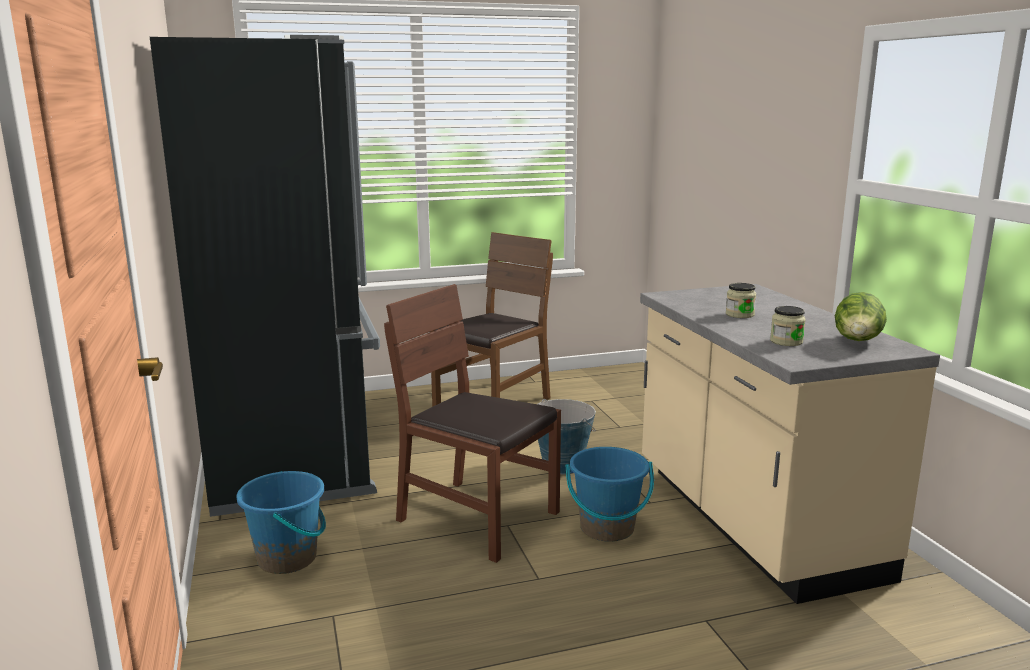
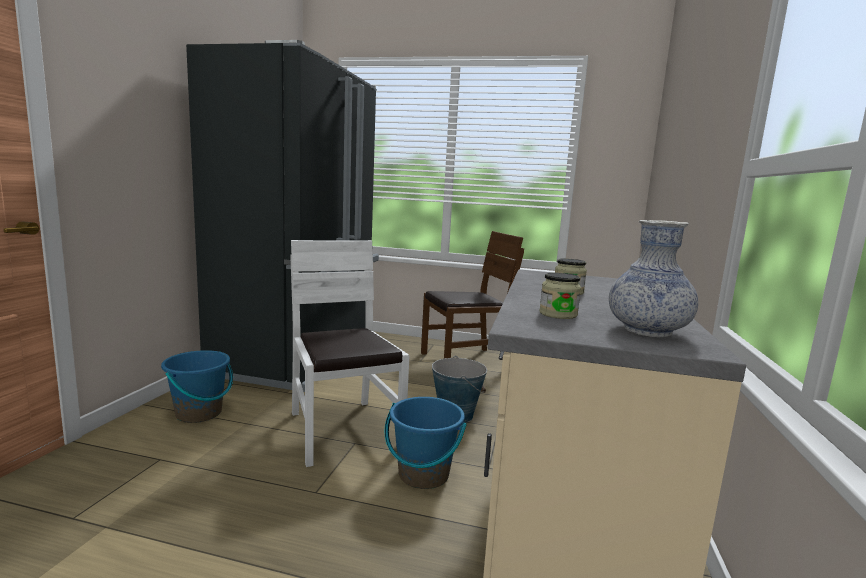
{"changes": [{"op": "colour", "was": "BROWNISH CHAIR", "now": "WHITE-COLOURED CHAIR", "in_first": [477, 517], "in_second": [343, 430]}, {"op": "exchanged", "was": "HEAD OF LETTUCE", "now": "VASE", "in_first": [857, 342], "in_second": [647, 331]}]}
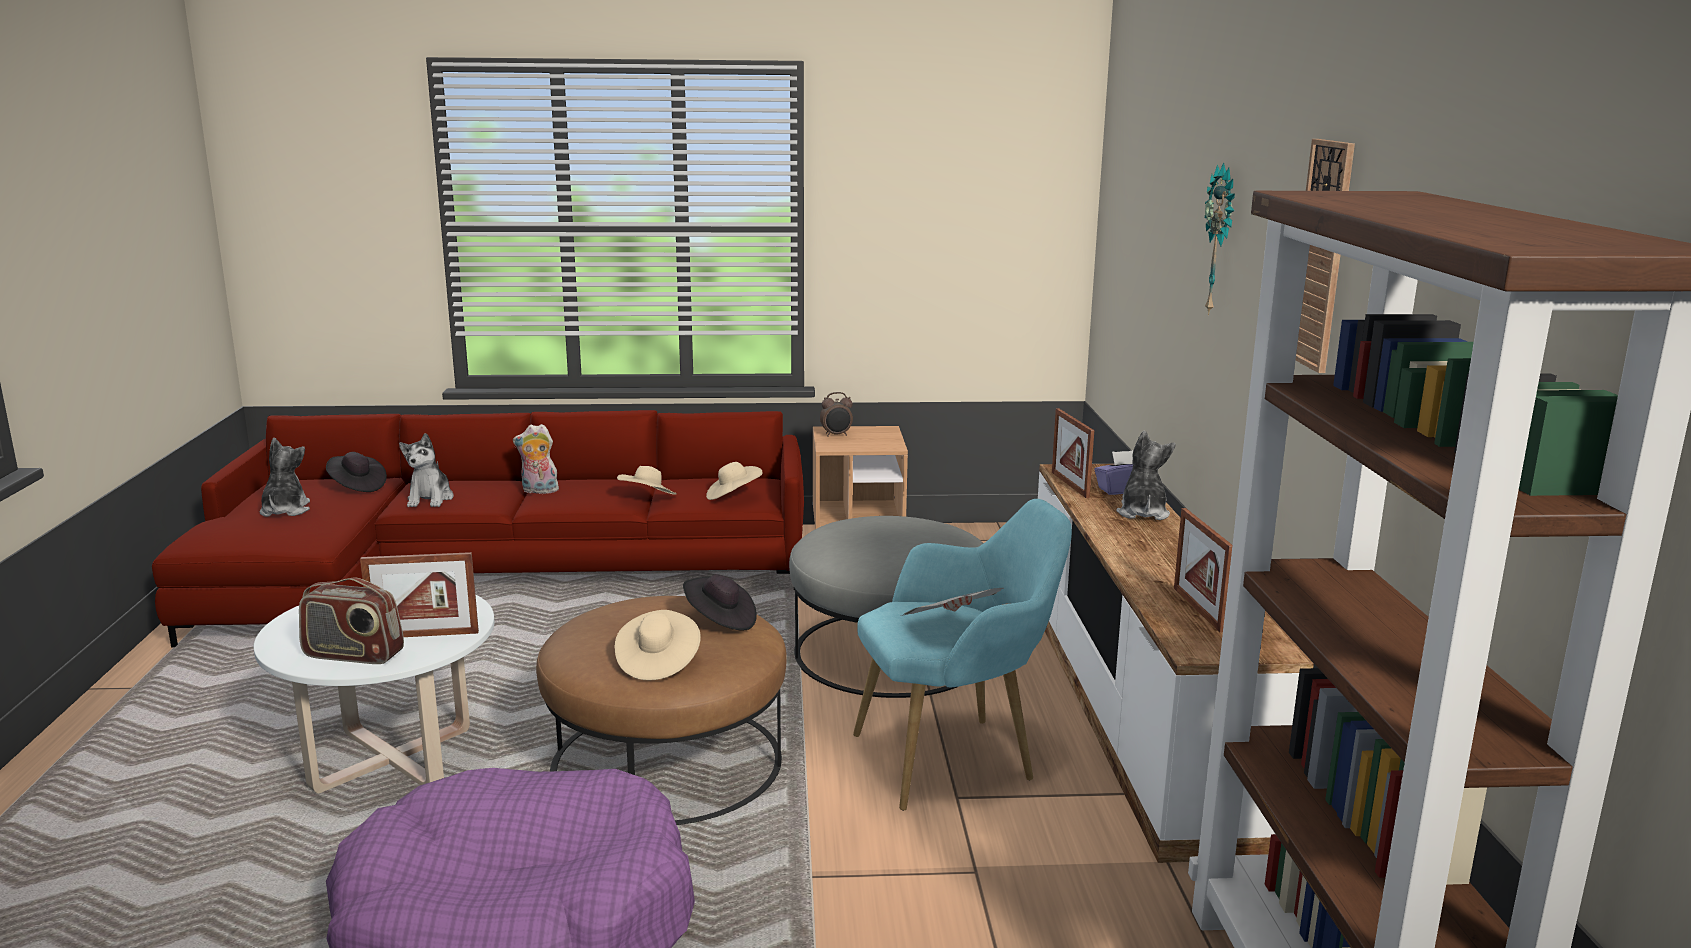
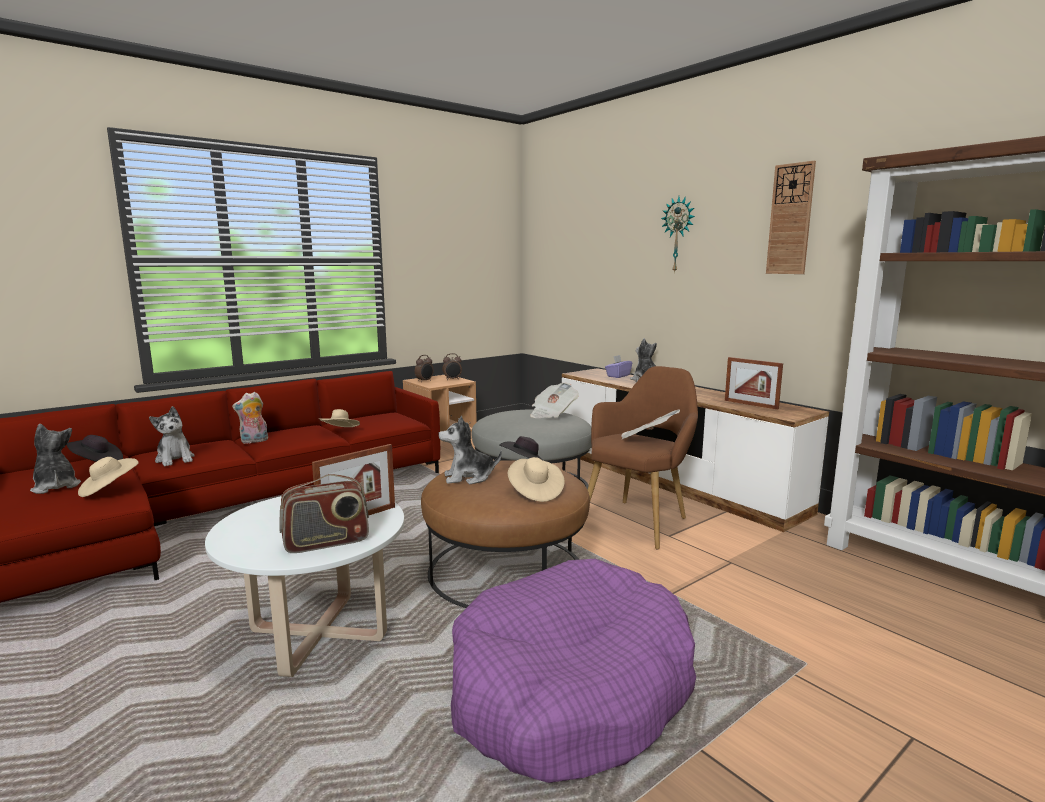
{"changes": [{"op": "relocated", "was": "BEIGE-COLOURED HAT", "in_first": [733, 496], "in_second": [109, 489]}, {"op": "appeared", "now": "CUDDLY TOY", "in_second": [468, 477]}, {"op": "appeared", "now": "TABLE CLOCK", "in_second": [452, 379]}, {"op": "appeared", "now": "NEWSPAPER", "in_second": [552, 414]}, {"op": "colour", "was": "TURQUOISE EASY CHAIR", "now": "BROWNISH EASY CHAIR", "in_first": [955, 759], "in_second": [640, 520]}, {"op": "missing", "was": "PHOTO FRAME", "in_first": [1070, 484]}]}
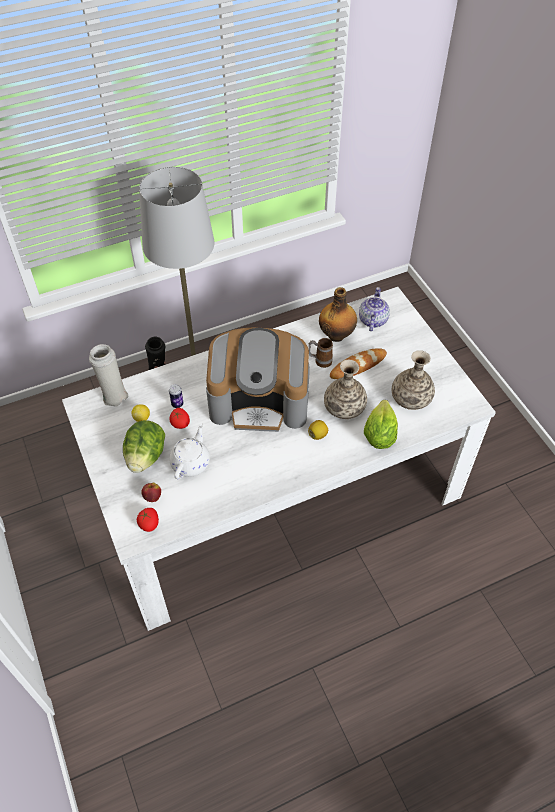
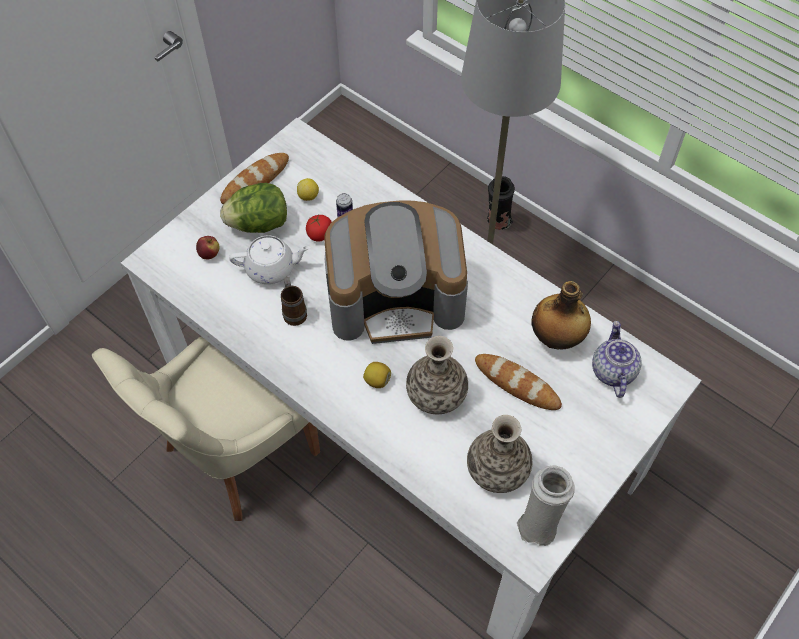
{"changes": [{"op": "appeared", "now": "BEIGE-COLOURED CHAIR", "in_second": [236, 453]}, {"op": "appeared", "now": "BAKED BREAD", "in_second": [255, 181]}, {"op": "relocated", "was": "TEA MUG", "in_first": [320, 361], "in_second": [294, 311]}, {"op": "spun", "was": "COFFEE MACHINE", "in_first": [260, 400], "in_second": [396, 298], "clockwise": -75}, {"op": "relocated", "was": "WHITE-COLOURED VASE", "in_first": [113, 395], "in_second": [539, 523]}, {"op": "spun", "was": "TEAPOT", "in_first": [372, 320], "in_second": [612, 371], "clockwise": -75}, {"op": "missing", "was": "TOMATO", "in_first": [149, 524]}, {"op": "missing", "was": "HEAD OF LETTUCE", "in_first": [379, 435]}]}
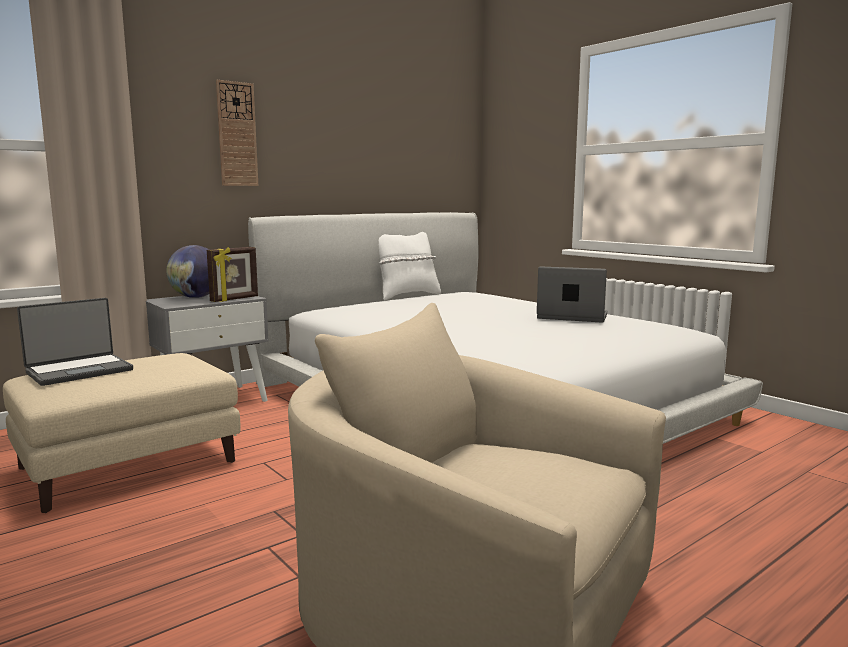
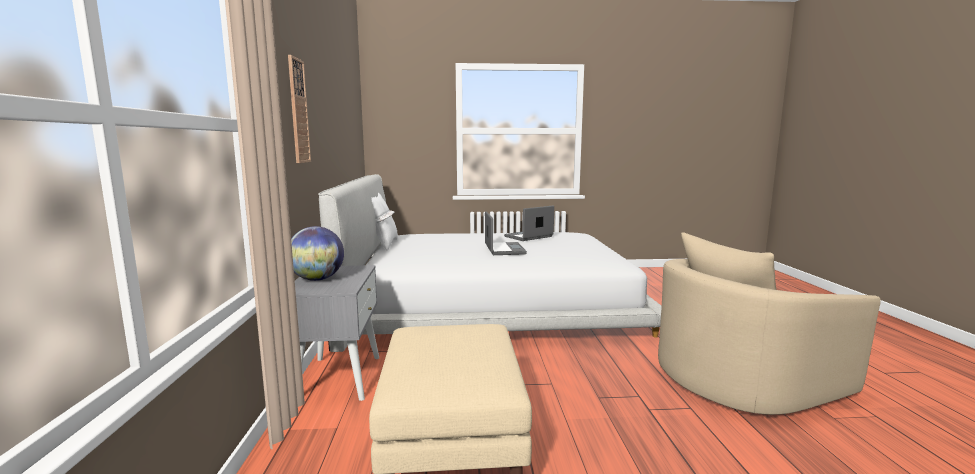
{"changes": [{"op": "relocated", "was": "LAPTOP", "in_first": [79, 371], "in_second": [503, 250]}, {"op": "missing", "was": "PHOTO FRAME", "in_first": [235, 299]}]}
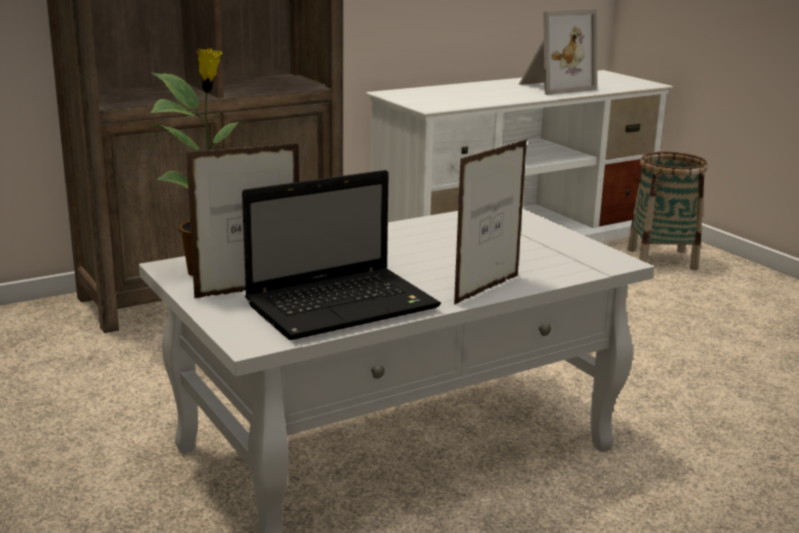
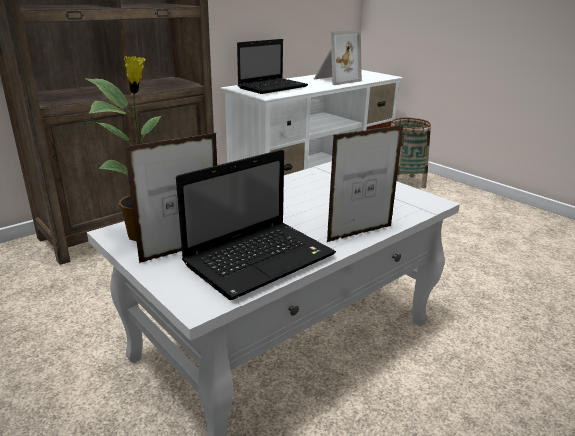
{"changes": [{"op": "appeared", "now": "LAPTOP", "in_second": [273, 87]}, {"op": "spun", "was": "PHOTO FRAME", "in_first": [487, 289], "in_second": [359, 234], "clockwise": -150}]}
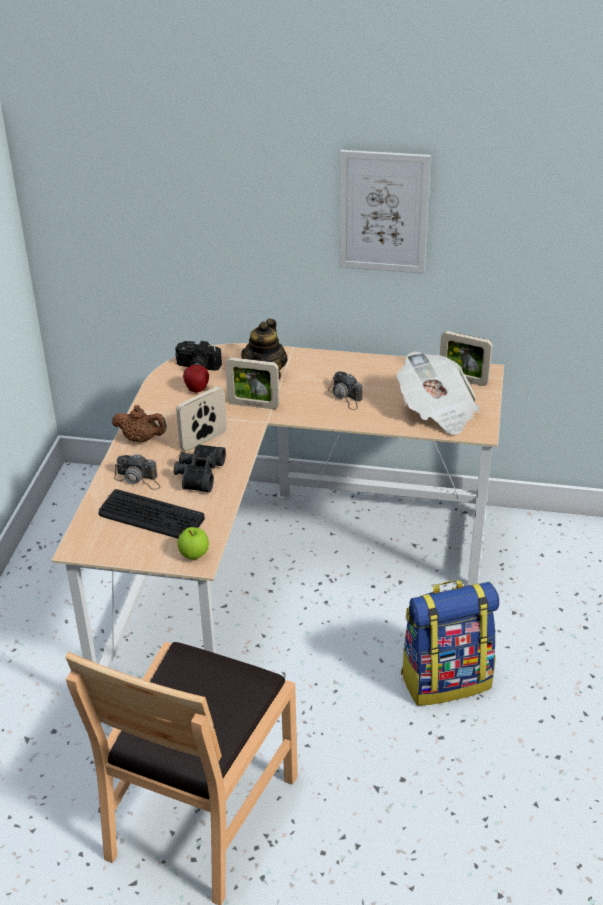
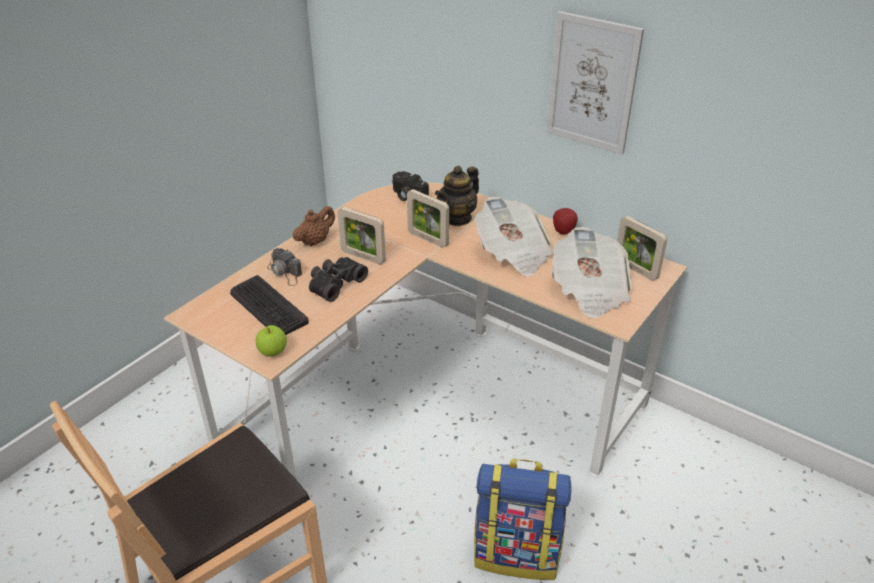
{"changes": [{"op": "spun", "was": "BROWNISH TEAPOT", "in_first": [141, 439], "in_second": [315, 241], "clockwise": -90}, {"op": "spun", "was": "PHOTO FRAME", "in_first": [203, 440], "in_second": [363, 257], "clockwise": -135}, {"op": "exchanged", "was": "PHOTO CAMERA", "now": "NEWSPAPER", "in_first": [345, 396], "in_second": [513, 254]}, {"op": "relocated", "was": "APPLE FRUIT", "in_first": [197, 390], "in_second": [563, 232]}]}
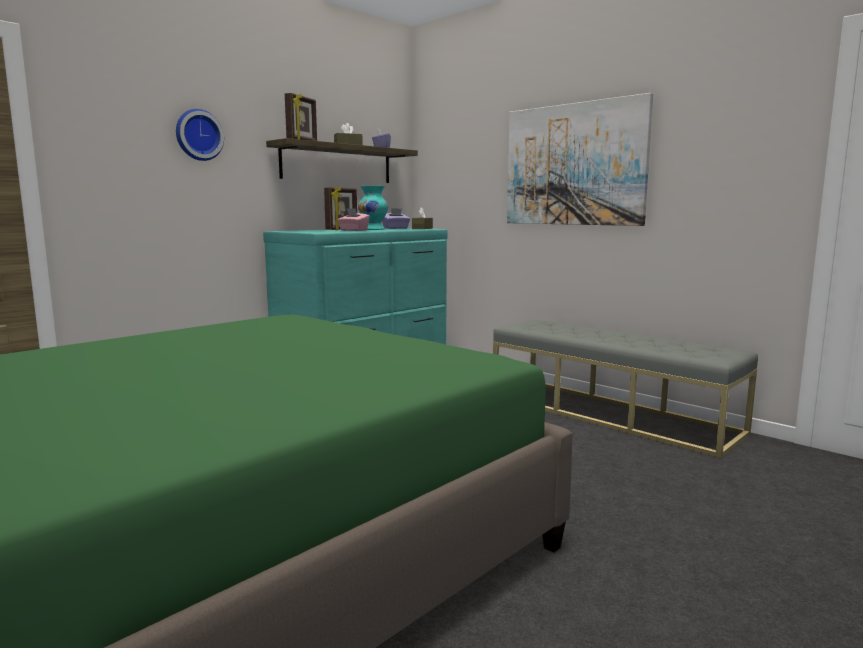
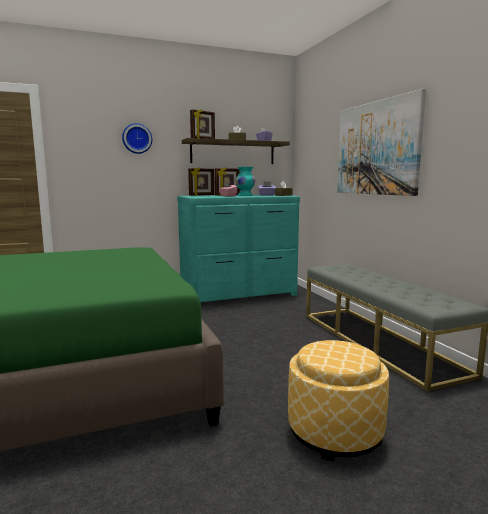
{"changes": [{"op": "appeared", "now": "PHOTO FRAME", "in_second": [202, 195]}, {"op": "appeared", "now": "OTTOMAN", "in_second": [335, 432]}]}
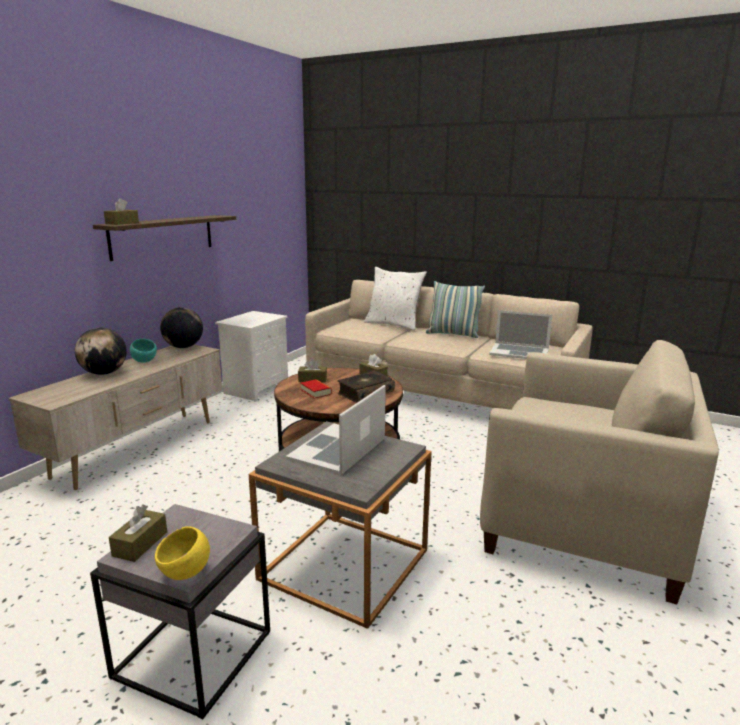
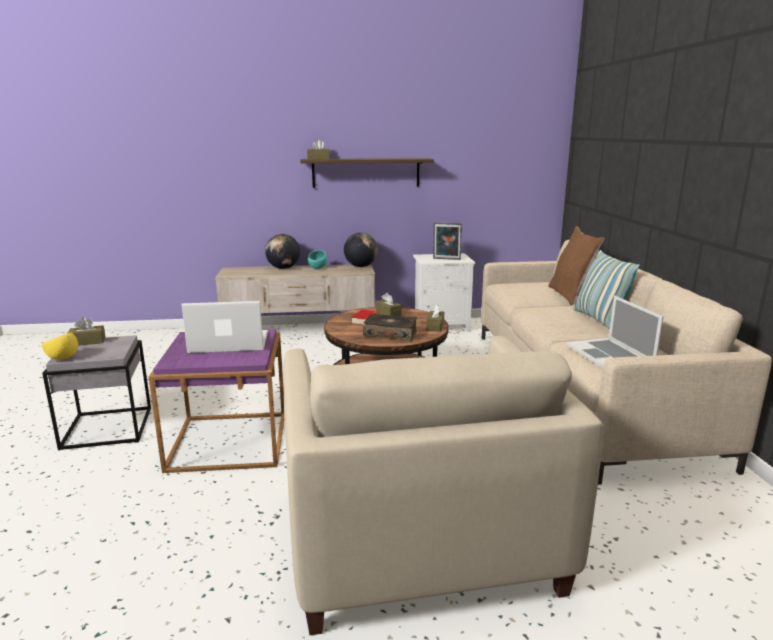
{"changes": [{"op": "colour", "was": "GRAY END TABLE", "now": "PURPLISH END TABLE", "in_first": [344, 564], "in_second": [229, 441]}, {"op": "appeared", "now": "PHOTO FRAME", "in_second": [446, 259]}, {"op": "colour", "was": "WHITE-COLOURED PILLOW", "now": "BROWNISH PILLOW", "in_first": [394, 324], "in_second": [570, 295]}]}
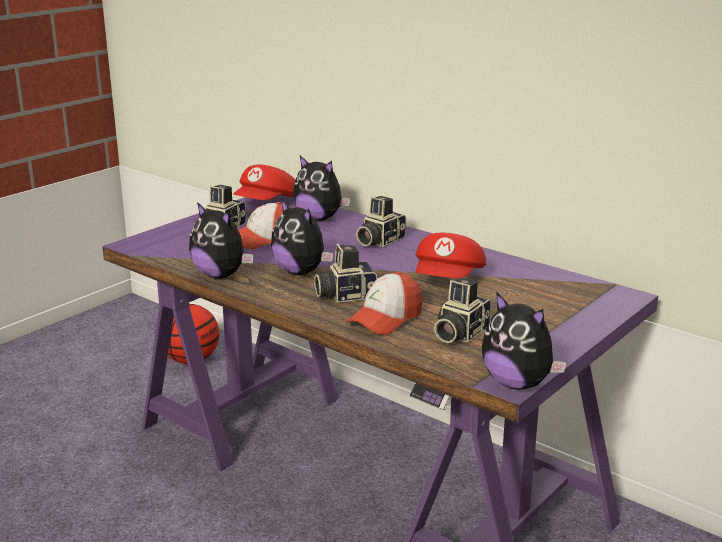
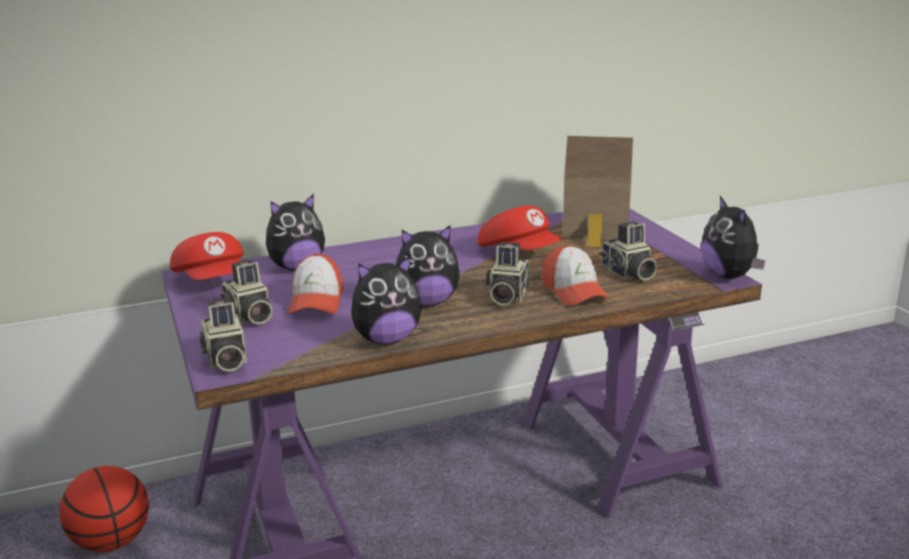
{"changes": [{"op": "relocated", "was": "PHOTO CAMERA", "in_first": [379, 241], "in_second": [225, 359]}, {"op": "appeared", "now": "TOY HOUSE", "in_second": [596, 230]}, {"op": "spun", "was": "CUDDLY TOY", "in_first": [517, 383], "in_second": [730, 276], "clockwise": 90}]}
